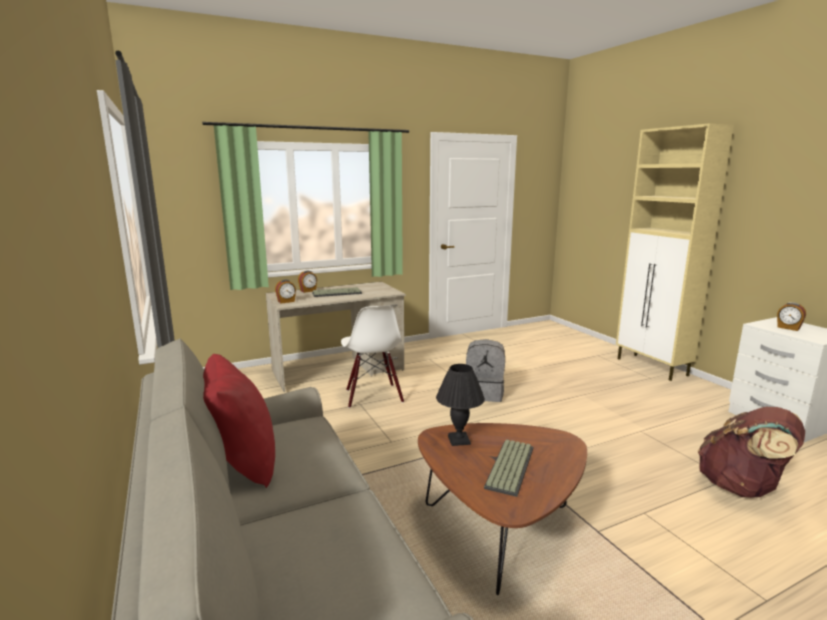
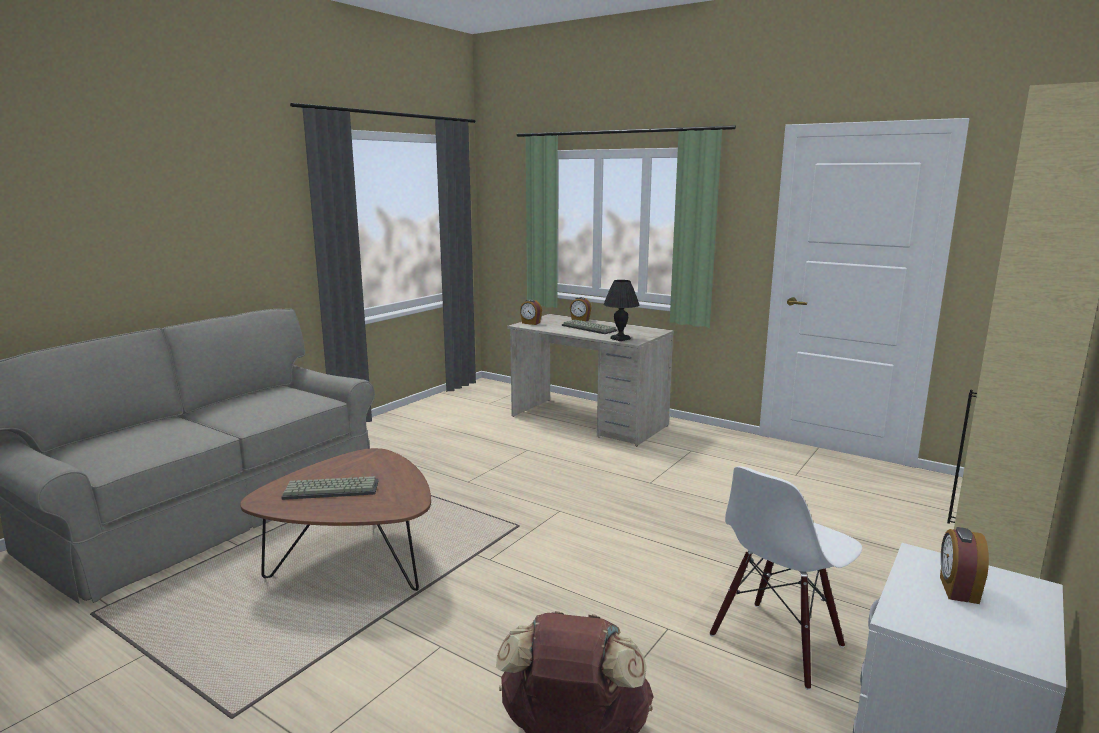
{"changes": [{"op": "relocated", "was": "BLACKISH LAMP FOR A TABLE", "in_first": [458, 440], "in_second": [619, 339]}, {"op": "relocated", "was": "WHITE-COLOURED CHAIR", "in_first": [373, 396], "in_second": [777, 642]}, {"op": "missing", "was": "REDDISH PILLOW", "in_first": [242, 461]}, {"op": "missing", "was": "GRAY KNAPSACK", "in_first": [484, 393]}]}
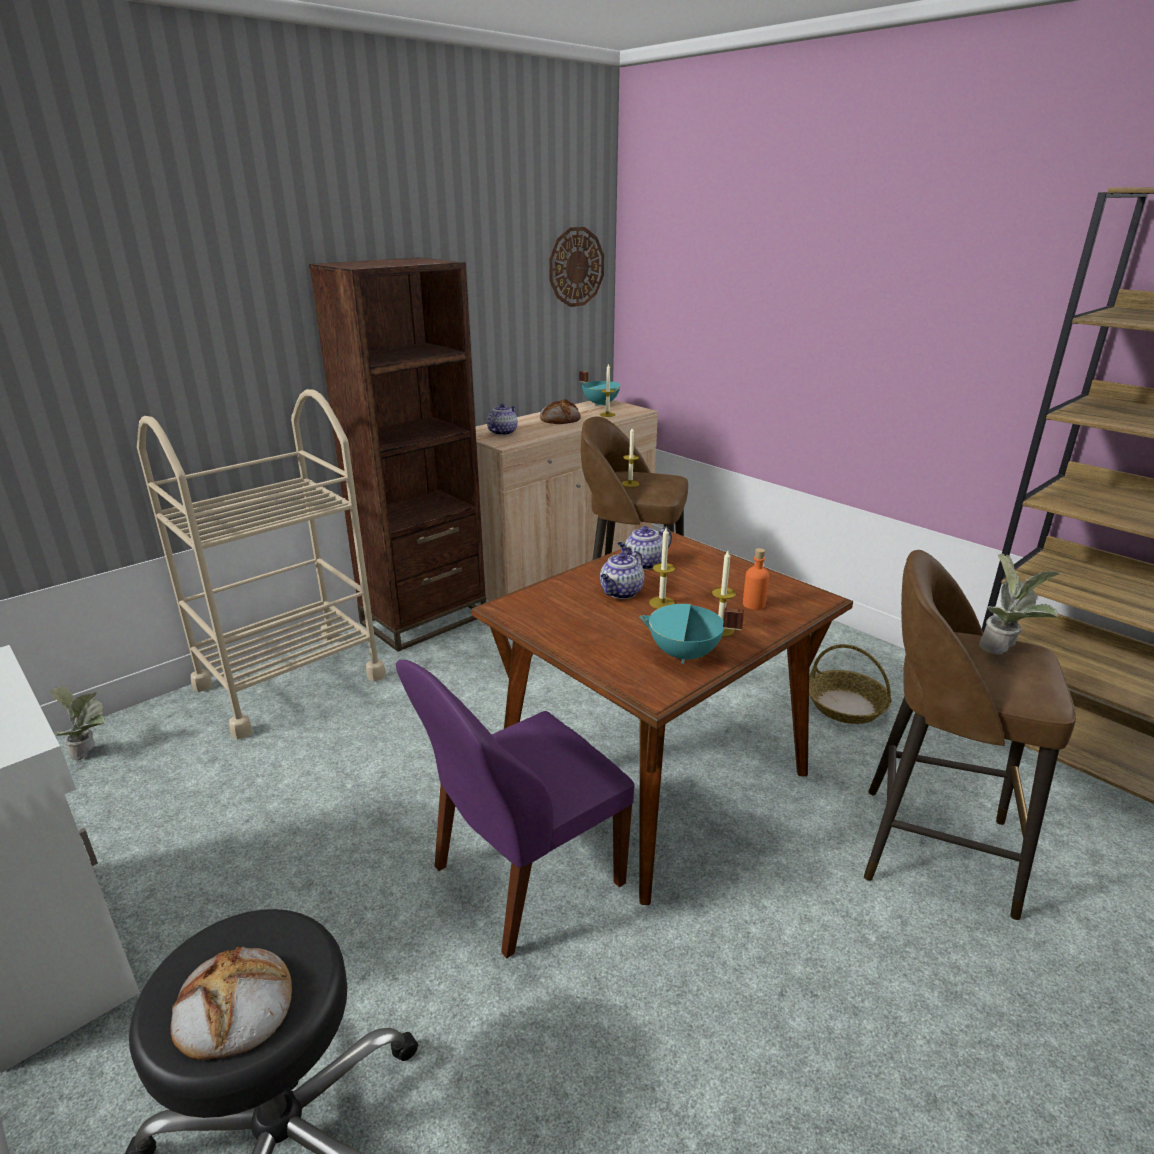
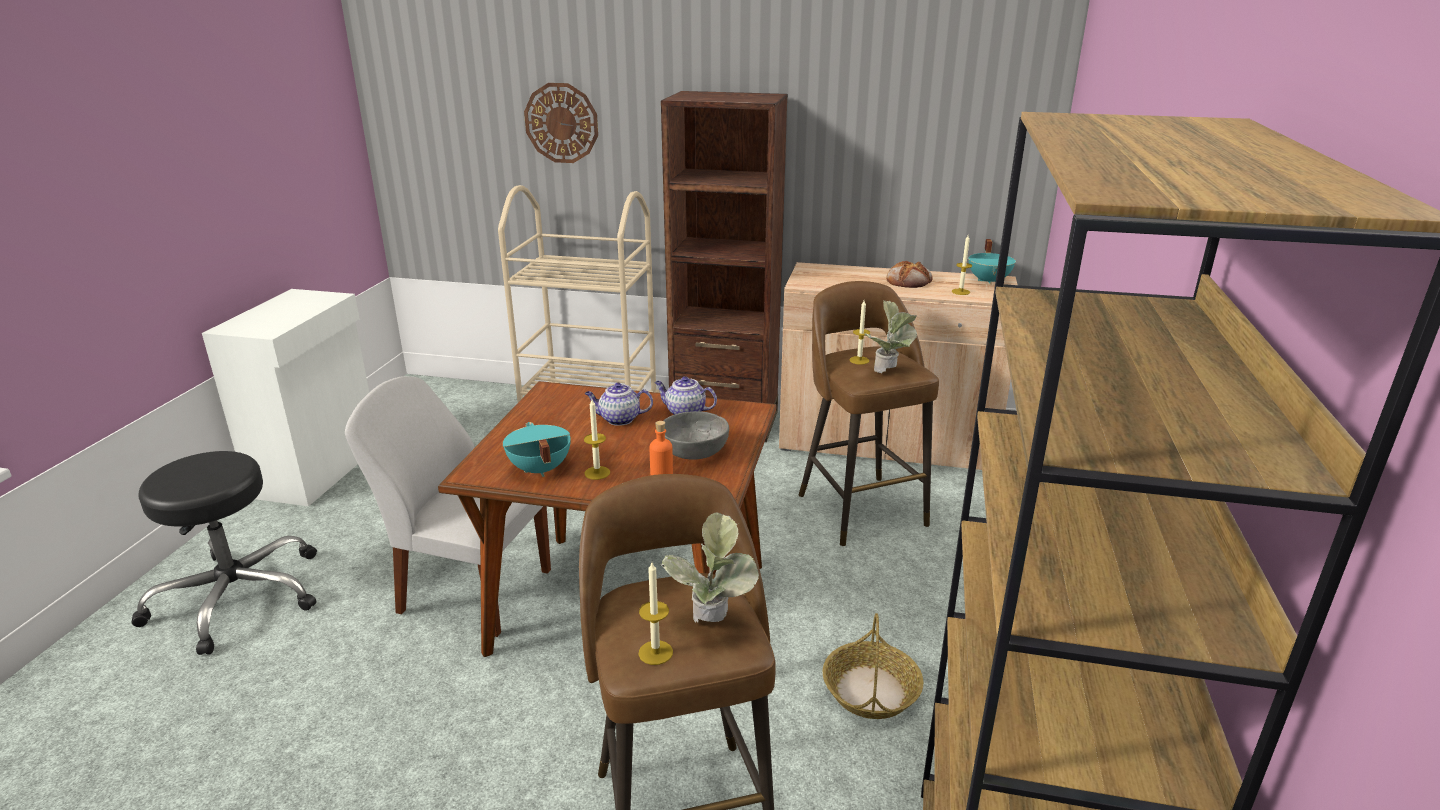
{"changes": [{"op": "colour", "was": "PURPLISH CHAIR", "now": "WHITE-COLOURED CHAIR", "in_first": [523, 878], "in_second": [472, 590]}, {"op": "relocated", "was": "WALL CLOCK", "in_first": [576, 267], "in_second": [561, 123]}, {"op": "relocated", "was": "WAX LIGHT", "in_first": [661, 603], "in_second": [655, 652]}, {"op": "appeared", "now": "GRAY SERVING BOWL", "in_second": [694, 450]}, {"op": "relocated", "was": "HOUSEPLANT", "in_first": [90, 753], "in_second": [889, 372]}, {"op": "missing", "was": "BAKED BREAD", "in_first": [233, 1008]}, {"op": "missing", "was": "TEAPOT", "in_first": [503, 432]}]}
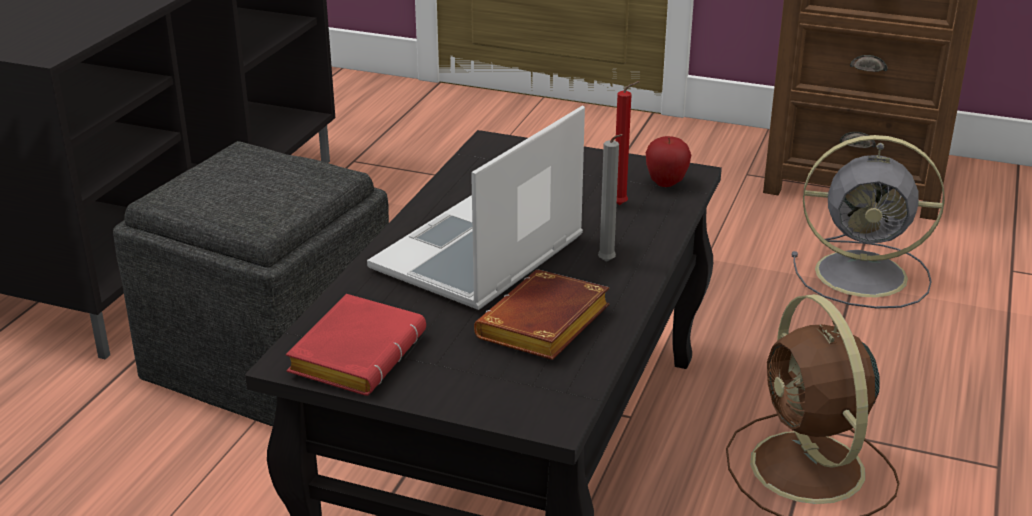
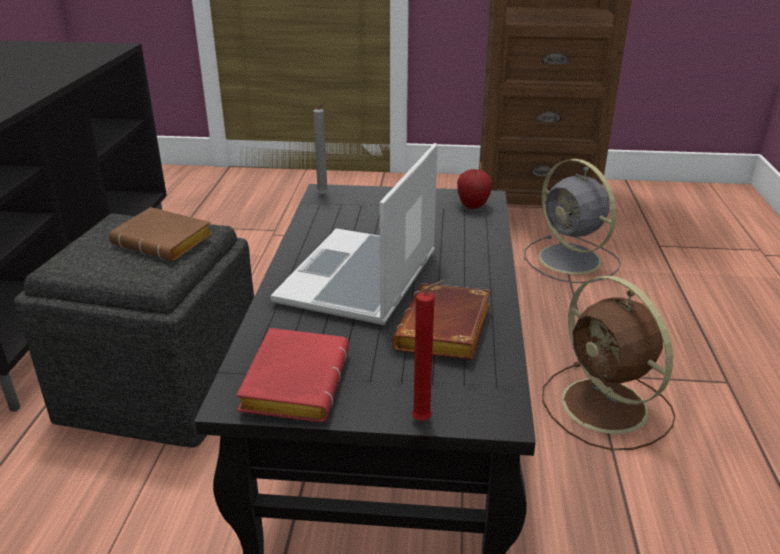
{"changes": [{"op": "appeared", "now": "BROWNISH BOOK", "in_second": [166, 241]}, {"op": "relocated", "was": "GRAY WAX LIGHT", "in_first": [608, 263], "in_second": [324, 196]}, {"op": "relocated", "was": "REDDISH WAX LIGHT", "in_first": [622, 205], "in_second": [425, 420]}, {"op": "spun", "was": "GRAY ELECTRIC FAN", "in_first": [865, 275], "in_second": [571, 260], "clockwise": 60}]}
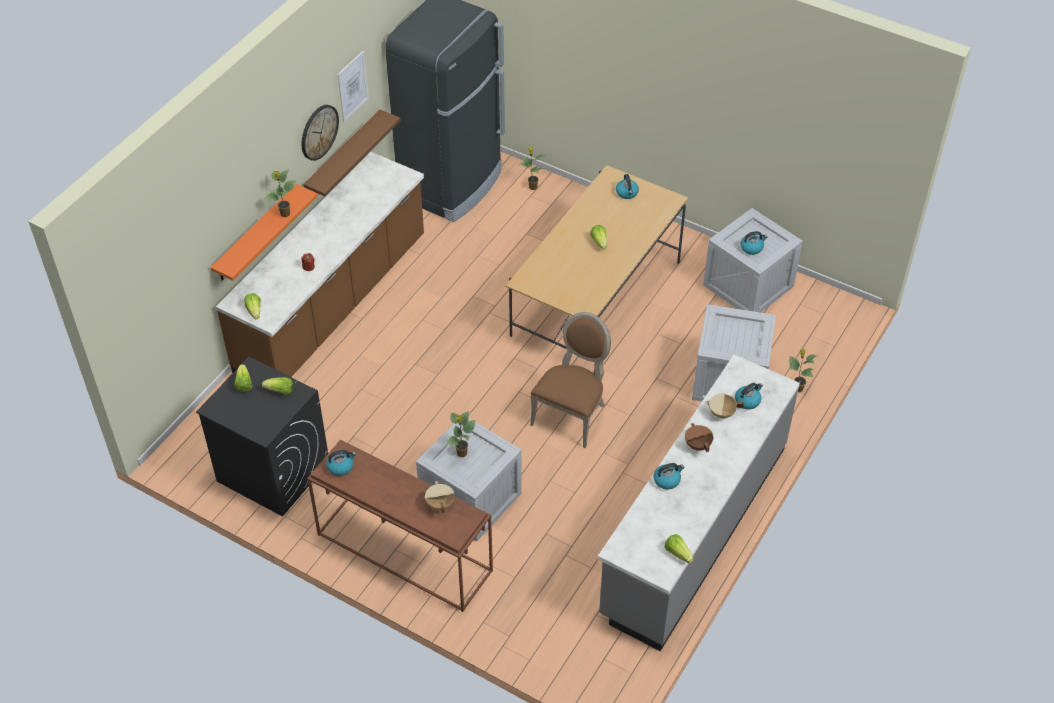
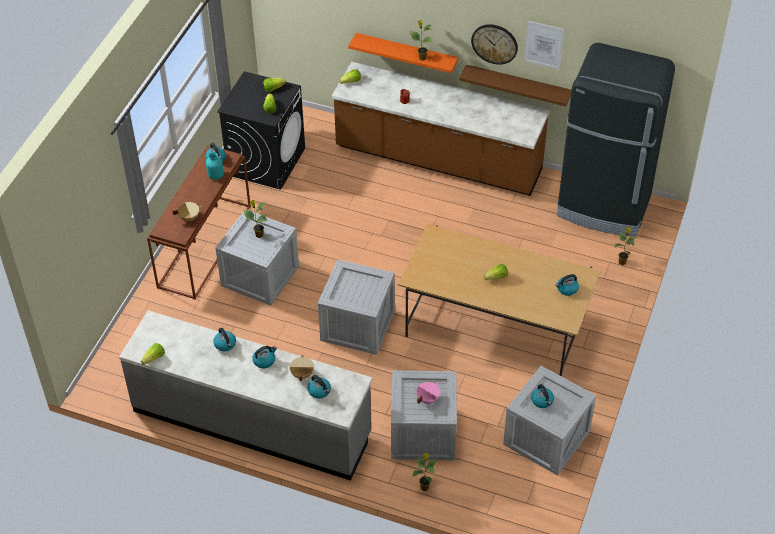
{"changes": [{"op": "appeared", "now": "TURQUOISE VASE", "in_second": [215, 176]}, {"op": "exchanged", "was": "BROWNISH SAUCEPOT", "now": "TEA KETTLE", "in_first": [697, 445], "in_second": [264, 360]}, {"op": "exchanged", "was": "BROWNISH CHAIR", "now": "PACKING CRATE", "in_first": [572, 414], "in_second": [358, 326]}, {"op": "appeared", "now": "PINKISH SAUCEPOT", "in_second": [427, 398]}]}
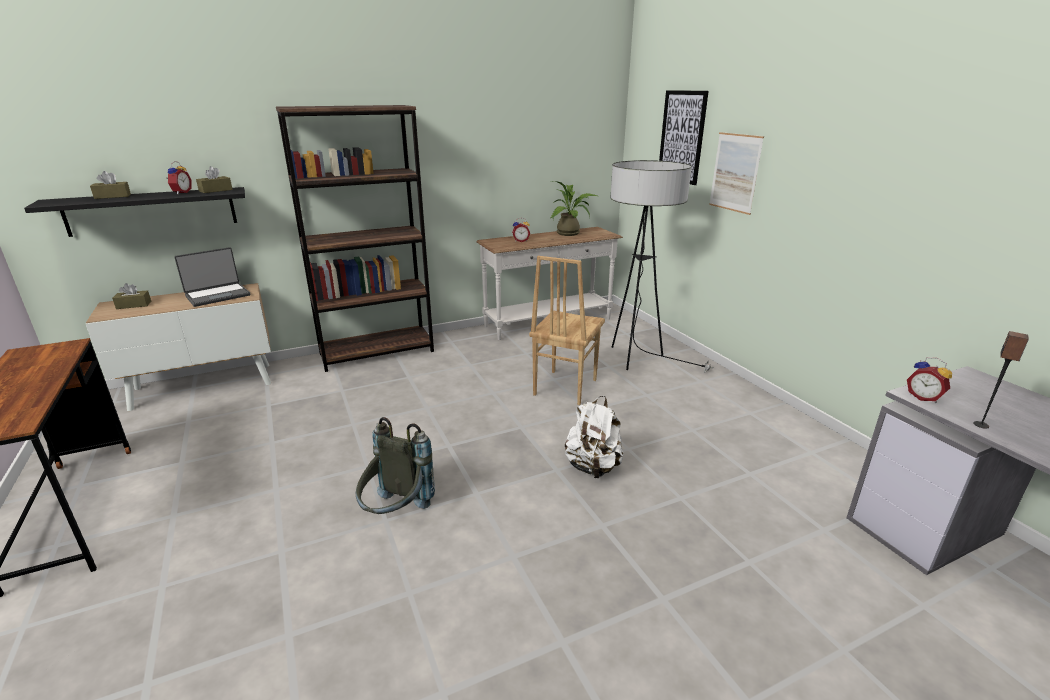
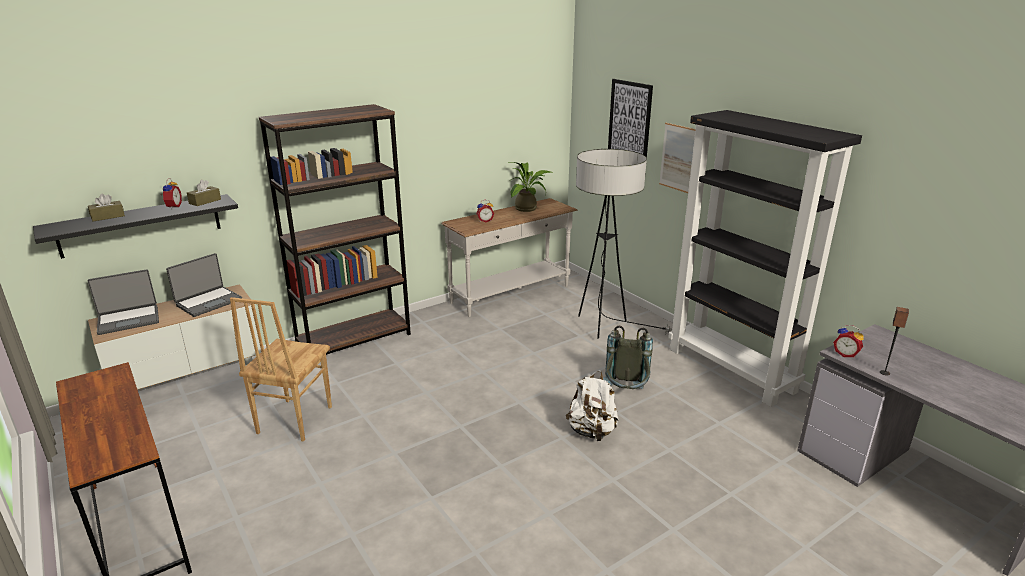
{"changes": [{"op": "exchanged", "was": "BROWNISH BOX OF TISSUES", "now": "LAPTOP", "in_first": [134, 305], "in_second": [129, 320]}, {"op": "relocated", "was": "BROWNISH CHAIR", "in_first": [564, 387], "in_second": [293, 420]}, {"op": "relocated", "was": "GRAY KNAPSACK", "in_first": [396, 514], "in_second": [625, 394]}, {"op": "appeared", "now": "BLACKISH SHELVING UNIT", "in_second": [732, 370]}]}
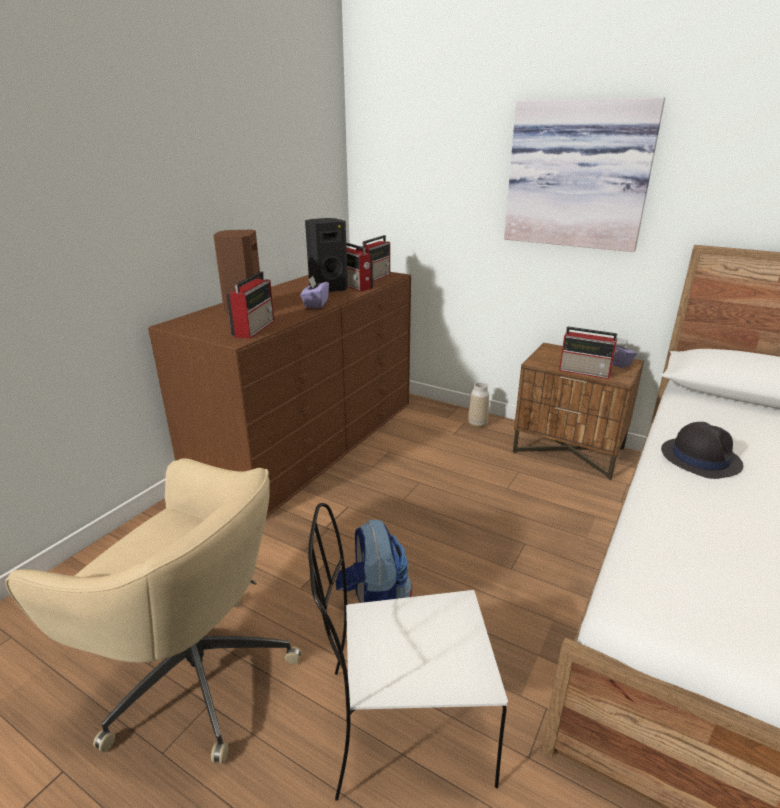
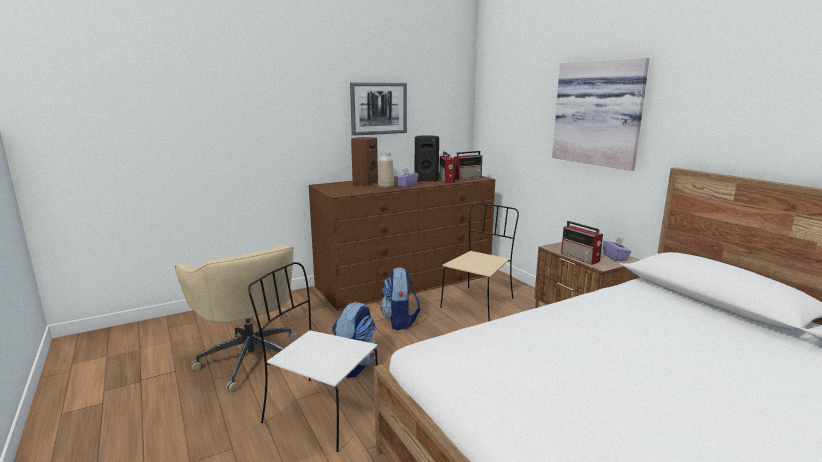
{"changes": [{"op": "appeared", "now": "WALL PICTURE", "in_second": [378, 108]}, {"op": "relocated", "was": "VASE", "in_first": [477, 424], "in_second": [386, 188]}, {"op": "appeared", "now": "KNAPSACK", "in_second": [400, 321]}, {"op": "appeared", "now": "BEIGE-COLOURED CHAIR", "in_second": [478, 303]}, {"op": "missing", "was": "RADIO SET", "in_first": [255, 328]}, {"op": "missing", "was": "BLACKISH HAT", "in_first": [700, 458]}]}
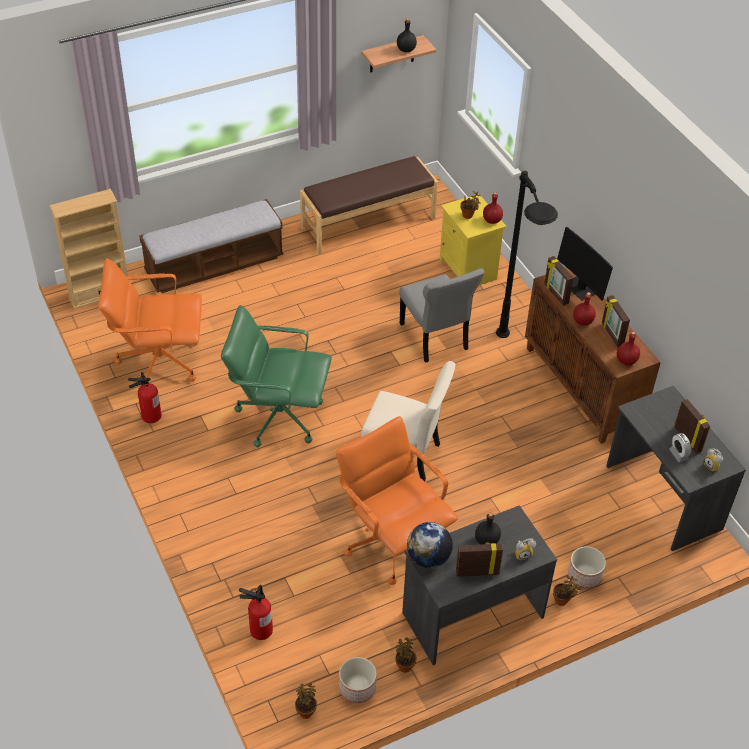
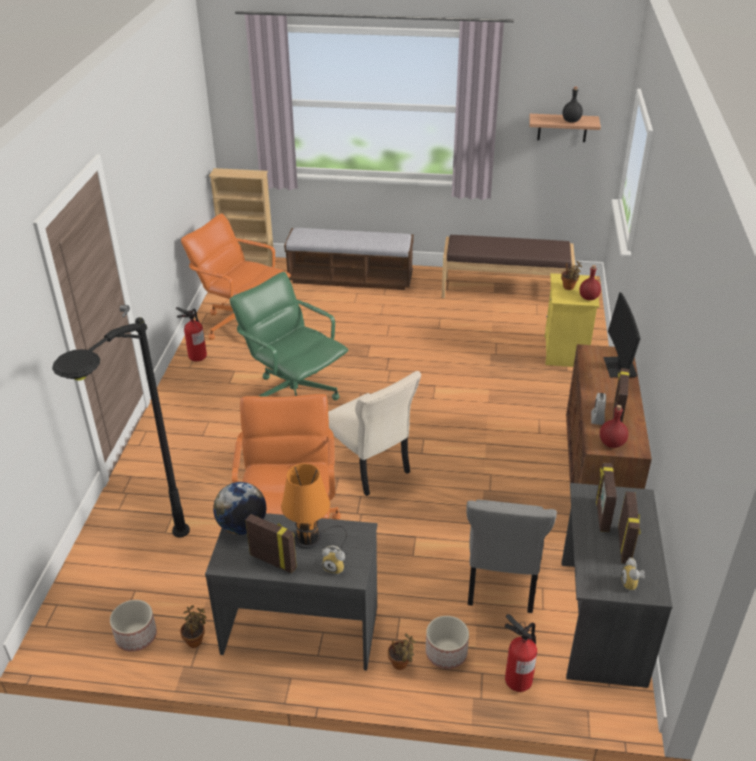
{"changes": [{"op": "relocated", "was": "BLACKISH FLOOR LAMP", "in_first": [511, 365], "in_second": [147, 569]}, {"op": "exchanged", "was": "BLACKISH BEVERAGE BOTTLE", "now": "ORANGE LAMP FOR A TABLE", "in_first": [486, 541], "in_second": [311, 538]}, {"op": "relocated", "was": "GRAY CHAIR", "in_first": [434, 338], "in_second": [501, 581]}, {"op": "relocated", "was": "FIRE EXTINGUISHER", "in_first": [260, 629], "in_second": [519, 679]}, {"op": "relocated", "was": "TABLE CLOCK", "in_first": [678, 454], "in_second": [597, 418]}, {"op": "relocated", "was": "PHOTO FRAME", "in_first": [555, 294], "in_second": [601, 515]}, {"op": "missing", "was": "HOUSEPLANT", "in_first": [306, 711]}, {"op": "missing", "was": "REDDISH BEVERAGE BOTTLE", "in_first": [583, 321]}]}
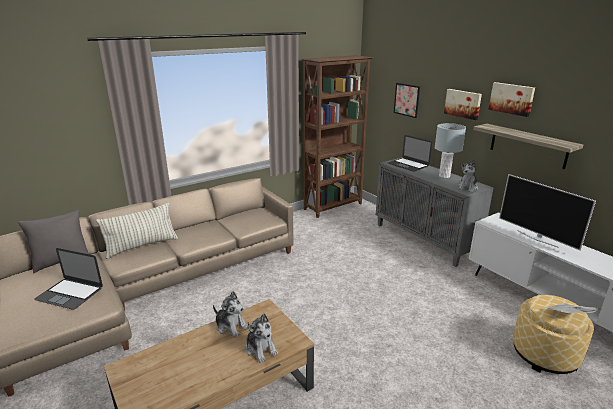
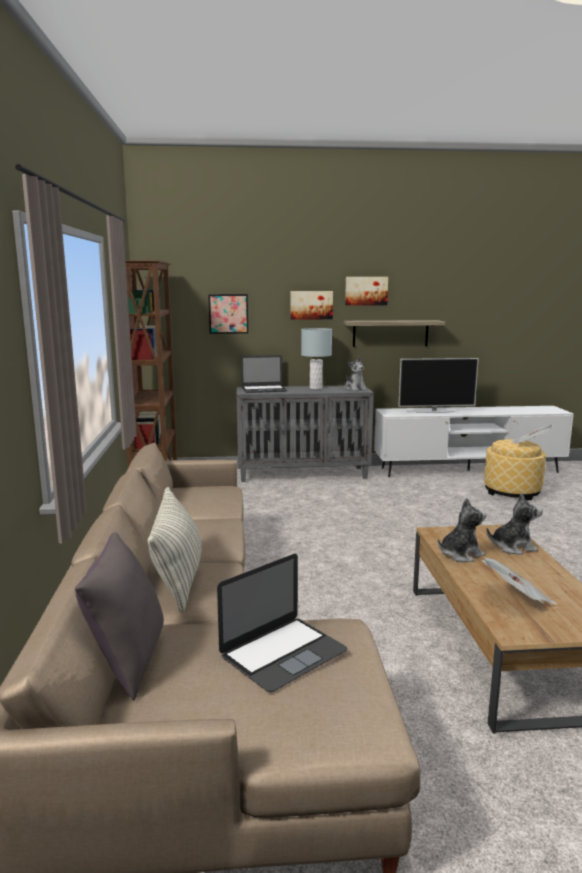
{"changes": [{"op": "appeared", "now": "NEWSPAPER", "in_second": [517, 599]}]}
